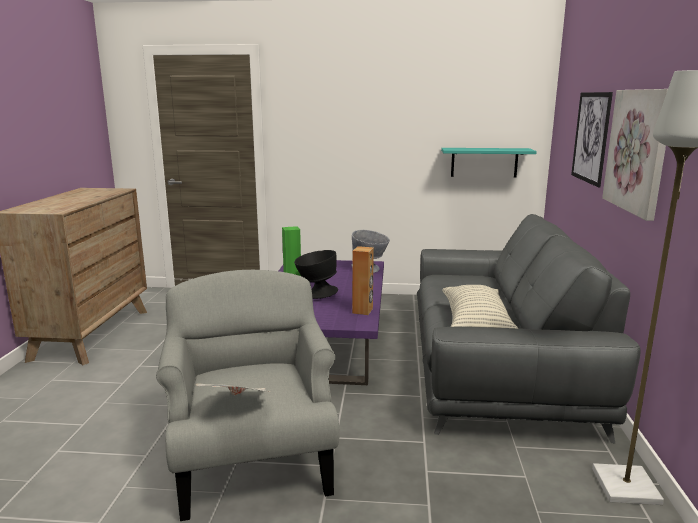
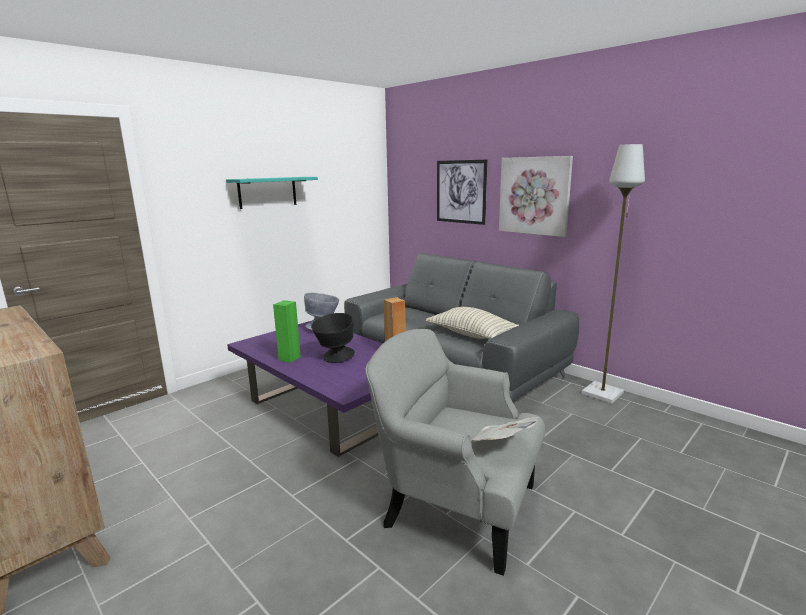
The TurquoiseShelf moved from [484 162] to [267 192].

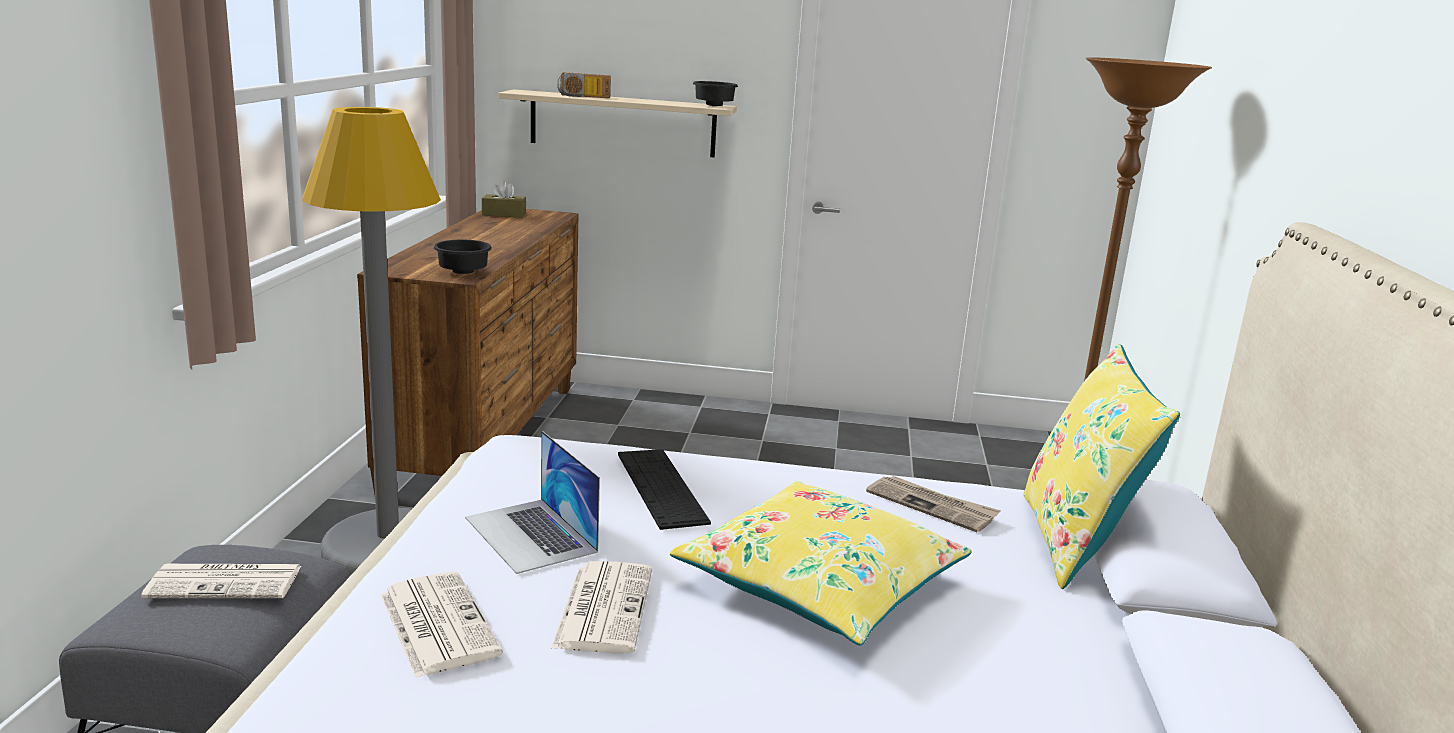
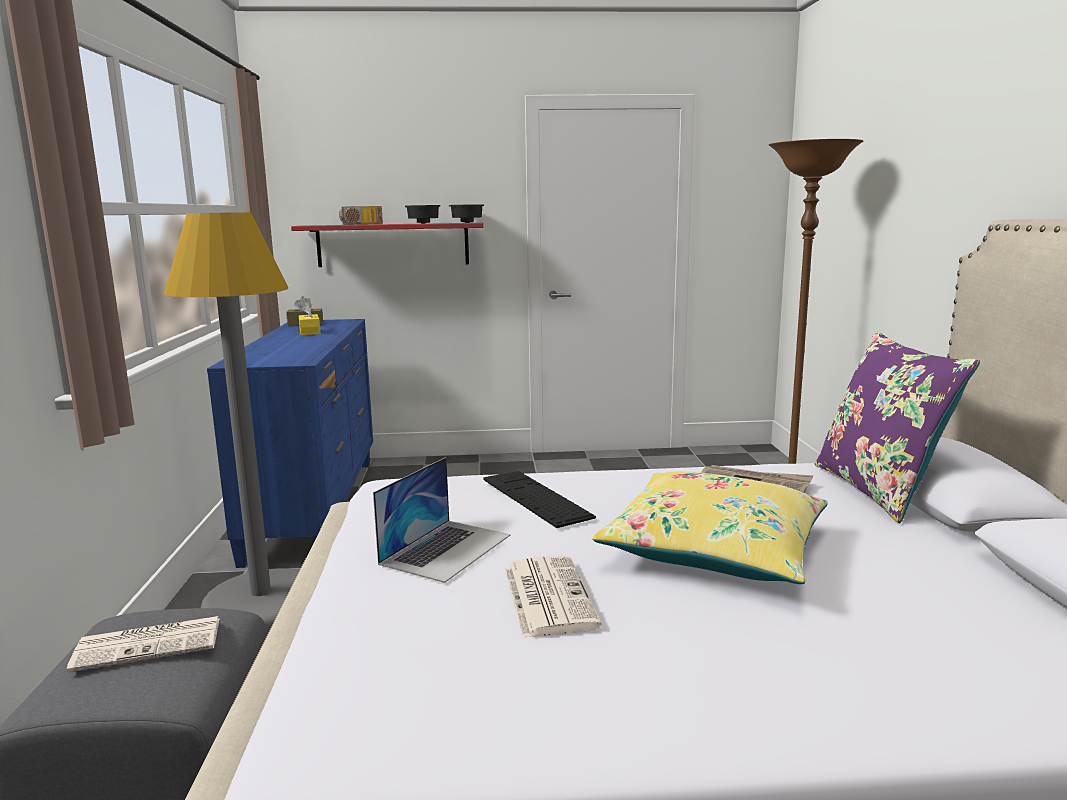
The BrownDresser at [487 438] became the BlueDresser at [316 507]. The Newspaper at [436 623] disappeared. The BlackBowl moved from [461 272] to [422 223]. The Laptop at [531 535] turned 105 degrees counterclockwise. The BeigeShelf at [622 123] became the RedShelf at [393 245]. The YellowPillow at [1076 542] became the PurplePillow at [879 490]. The YellowTissueBox at [310 332] appeared.

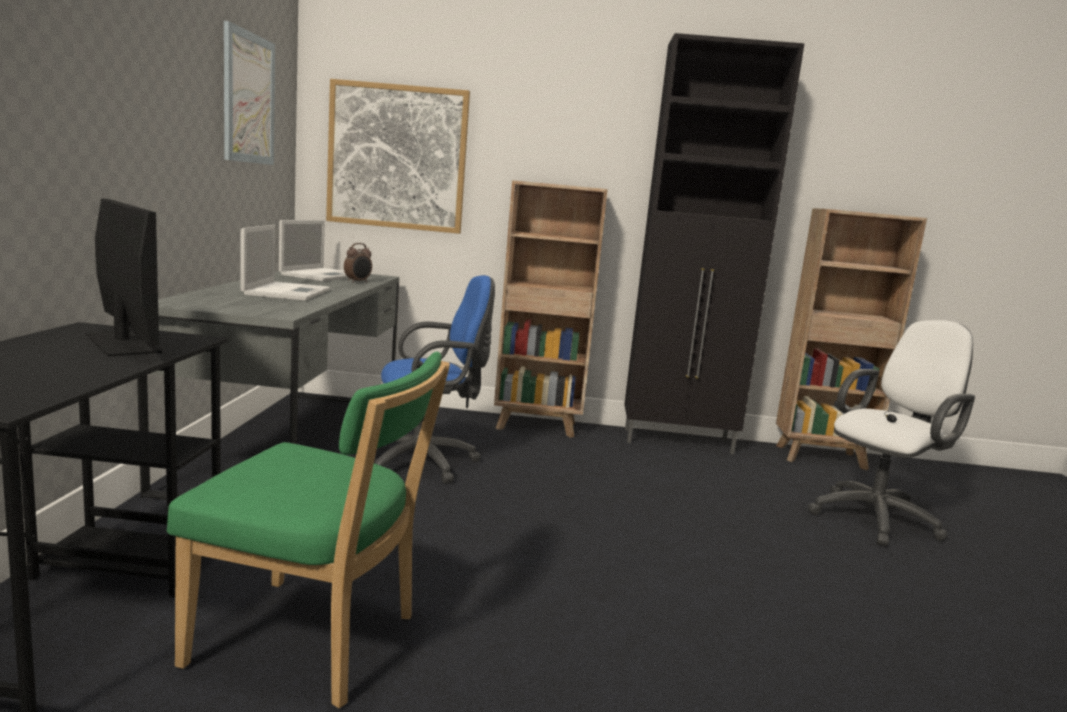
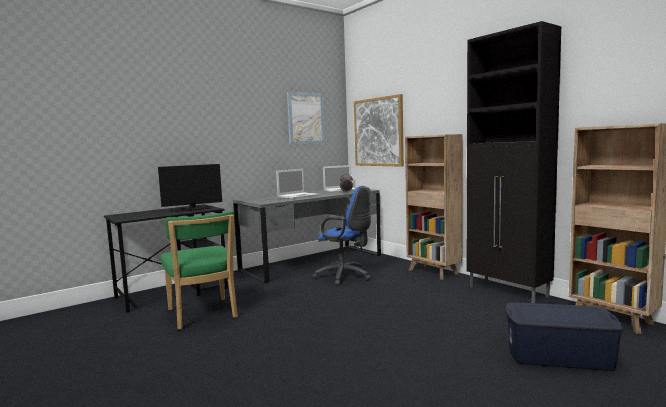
The Monitor at [122 343] turned 60 degrees clockwise. The WhiteOfficeChair at [878 518] was replaced by the BlueStorageBox at [559 355].

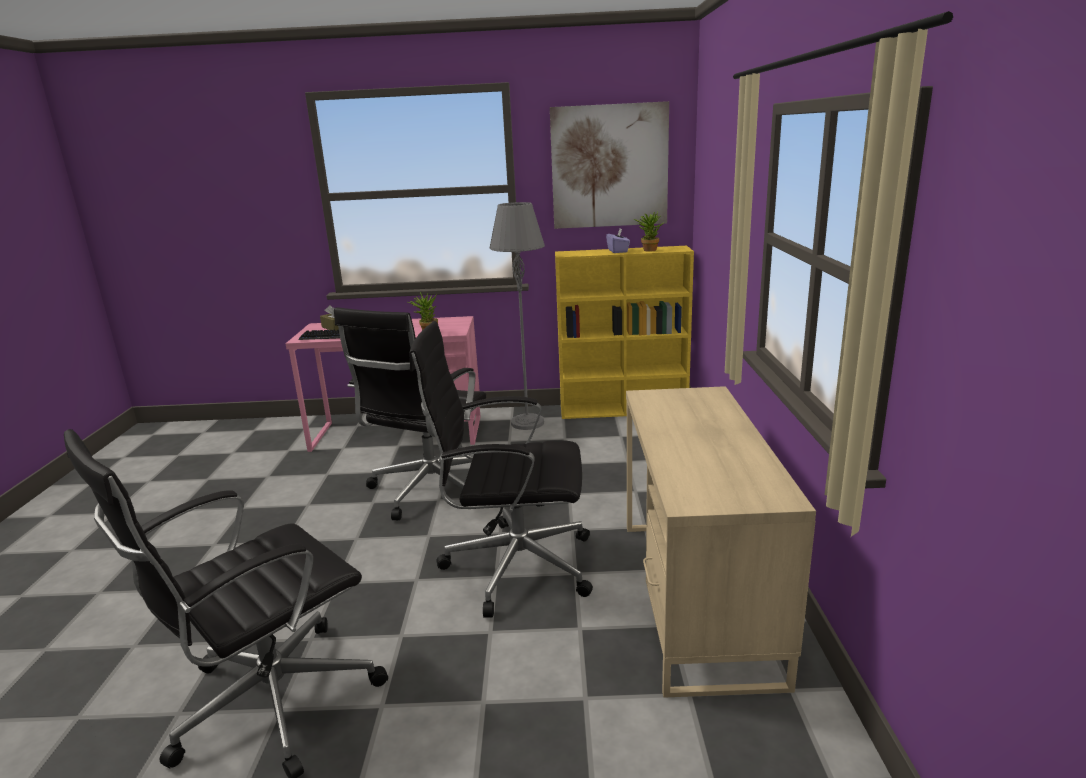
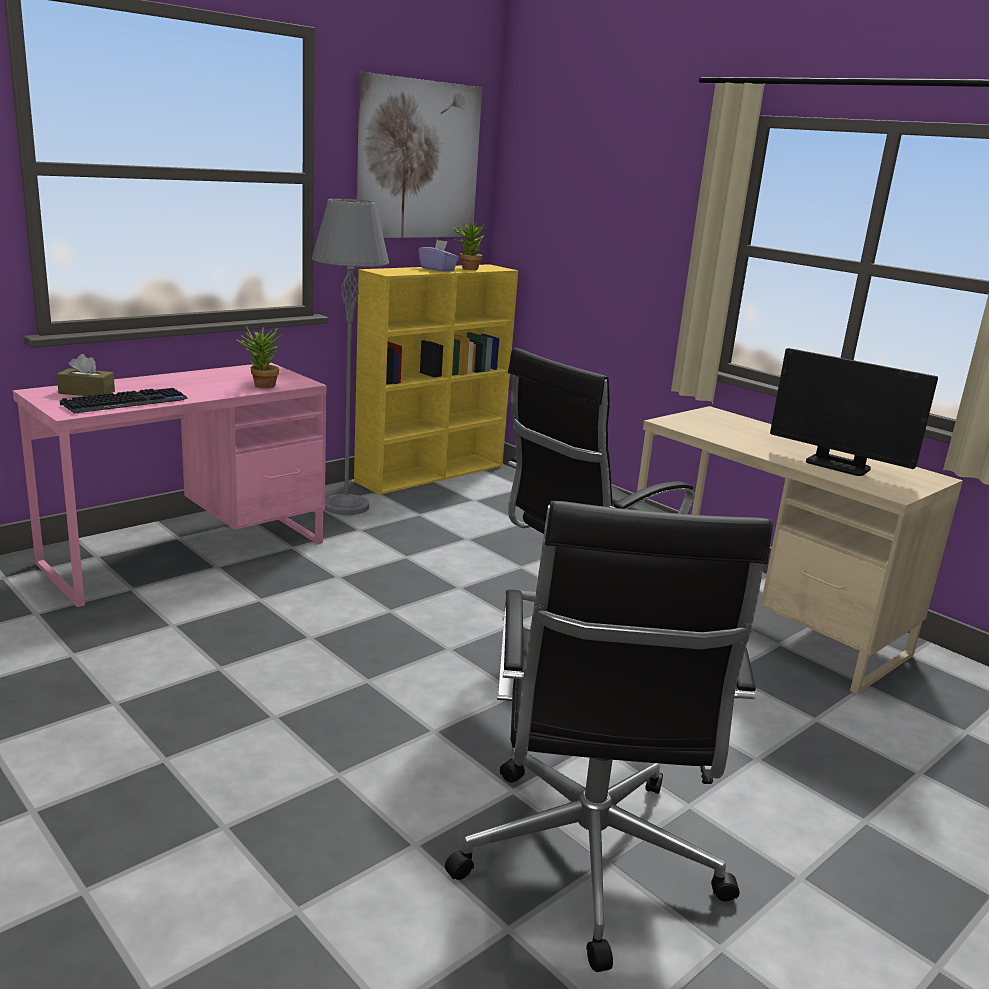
The BlackOfficeChair at [429 490] disappeared. The Monitor at [838 465] appeared.

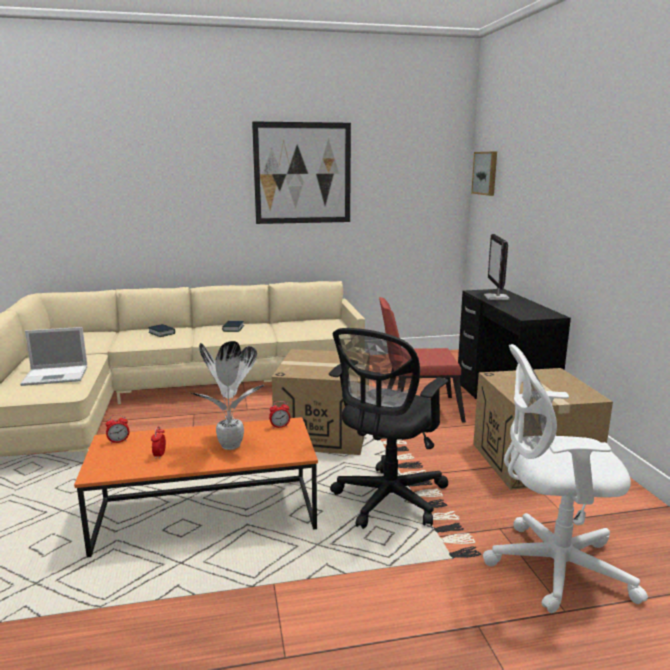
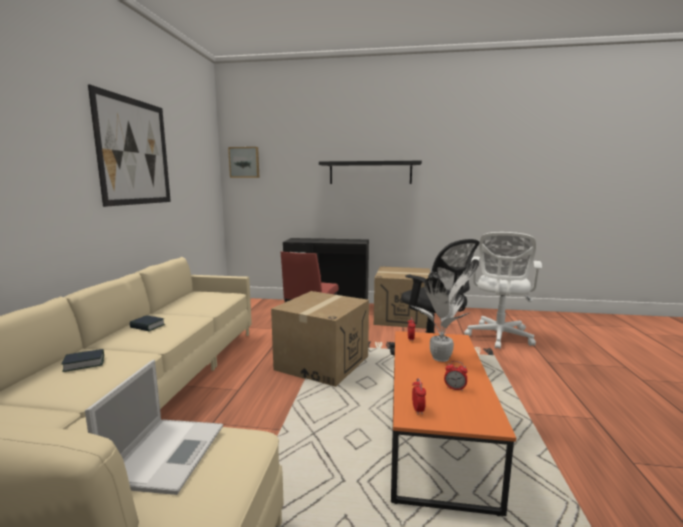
The Monitor at [496 297] disappeared. The BlackShelf at [370 173] appeared.

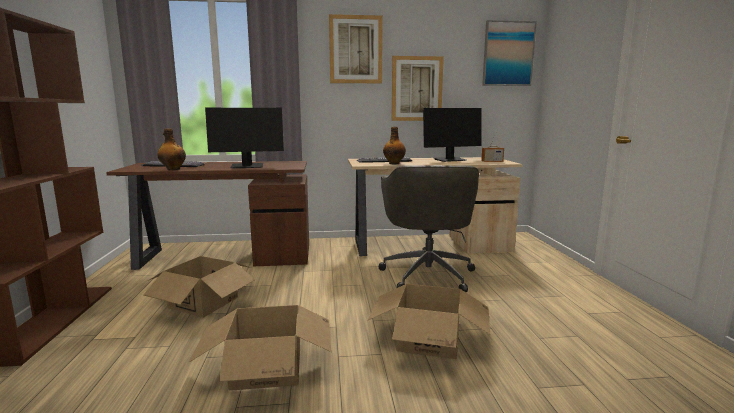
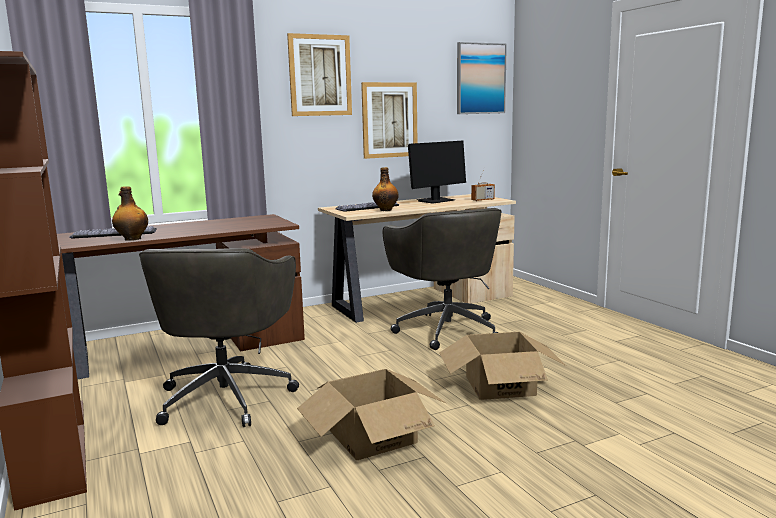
The CardboardBox at [203 302] was replaced by the GreyOfficeChair at [227 396]. The Monitor at [247 166] disappeared.

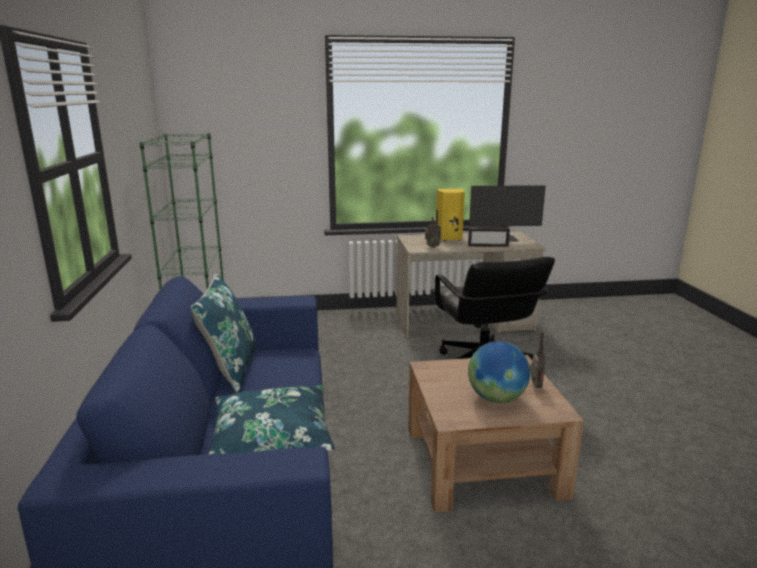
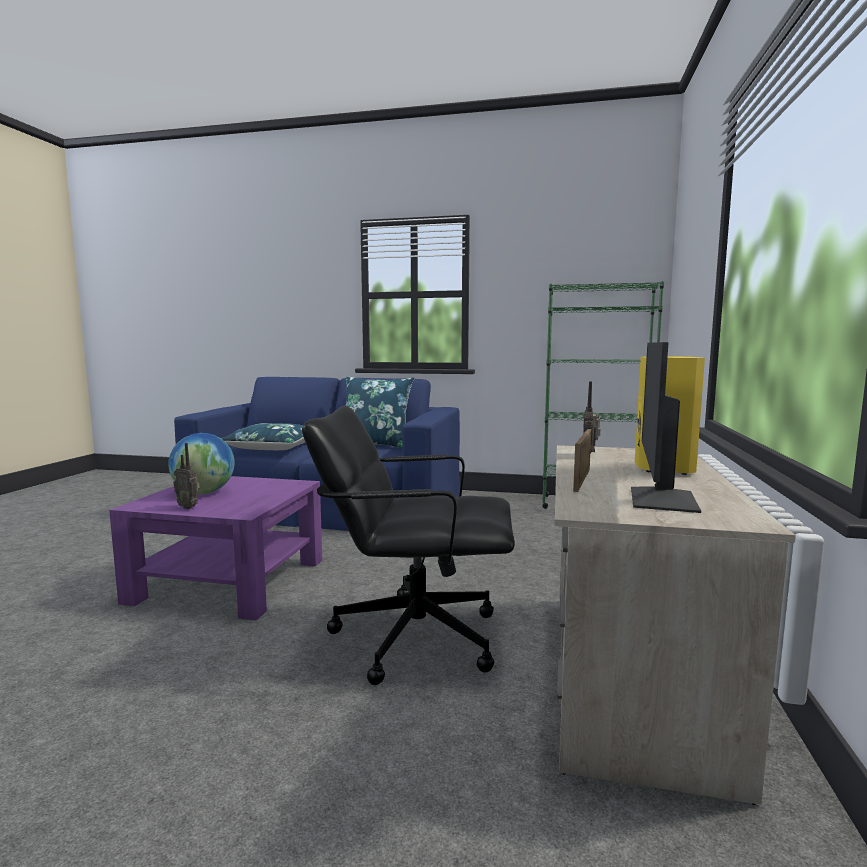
The BrownCoffeeTable at [483 461] became the PurpleCoffeeTable at [229 580].

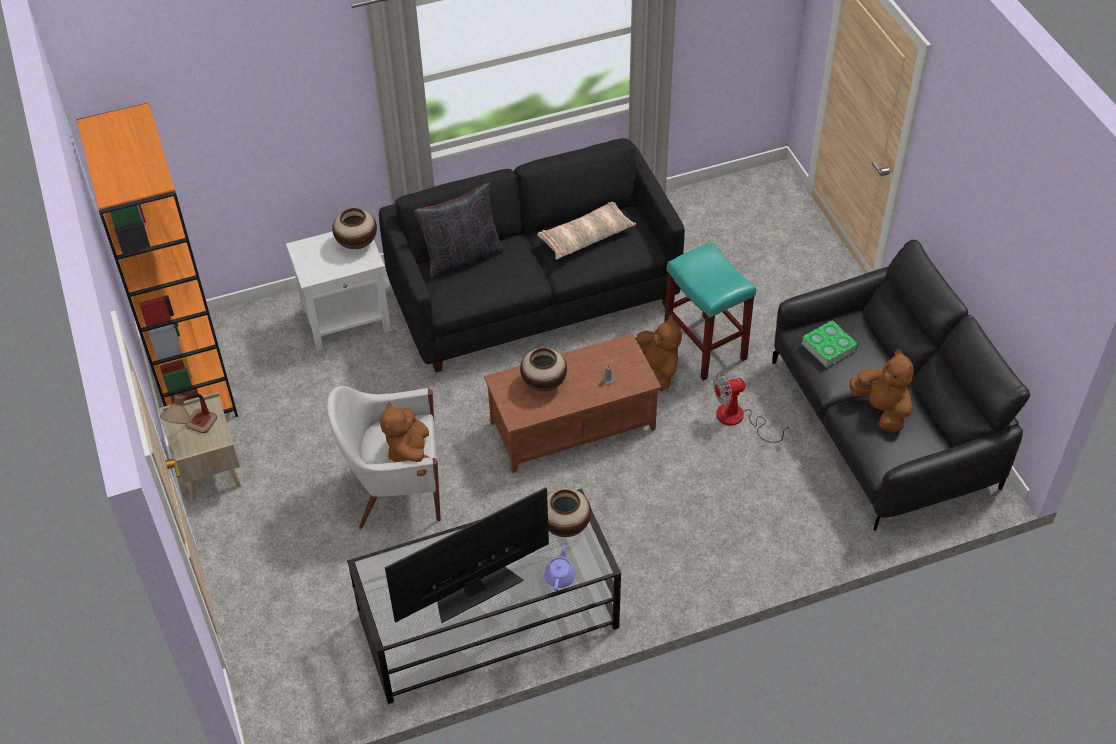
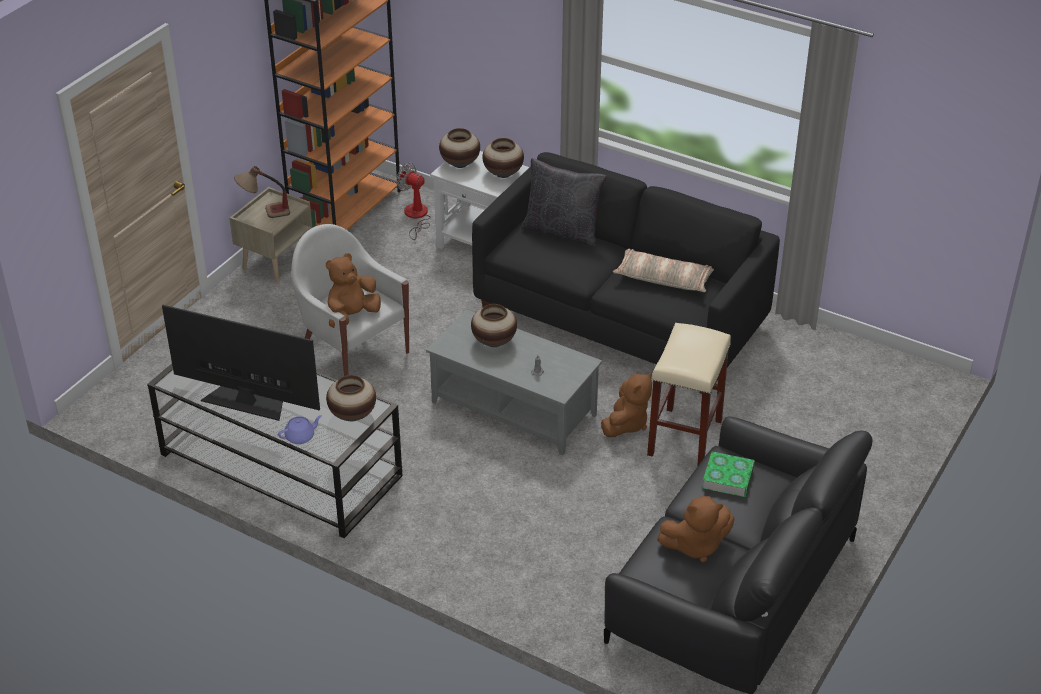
The BrownCoffeeTable at [572 425] became the GreyCoffeeTable at [514 408]. The TurquoiseStool at [706 347] became the BeigeStool at [685 438]. The Fan moved from [739 419] to [416 217]. The BrownPlushToy at [881 410] turned 60 degrees clockwise. The Vase at [460 164] appeared.

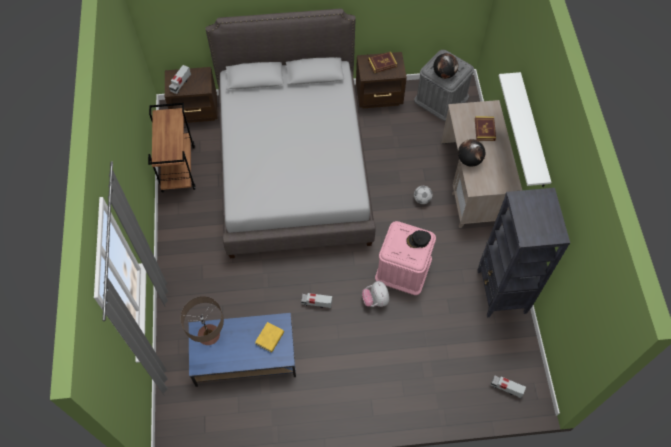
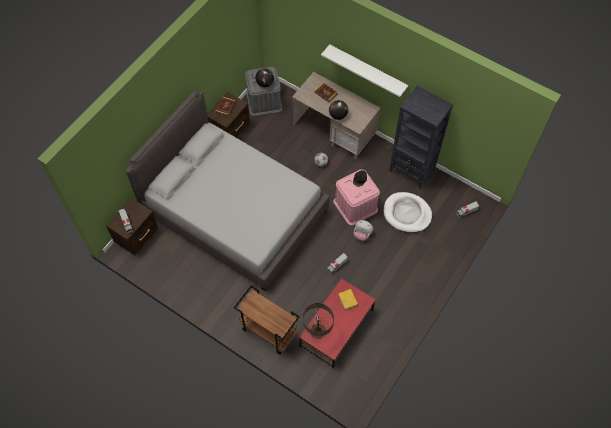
The BrownCart moved from [178 168] to [268 331]. The BlueCoffeeTable at [245 355] became the RedCoffeeTable at [337 327]. The WhiteDogBed at [407 214] appeared.

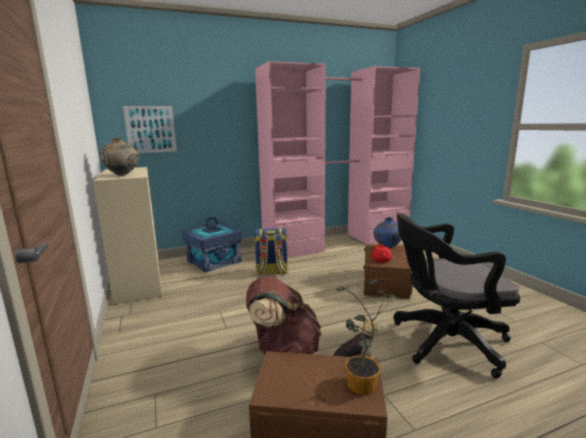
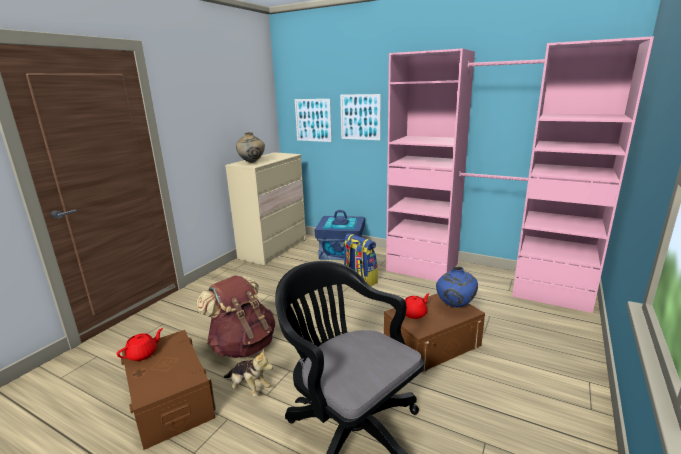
The PottedPlant at [361 388] disappeared. The RedTeapot at [143 354] appeared. The Picture at [360 117] appeared.

